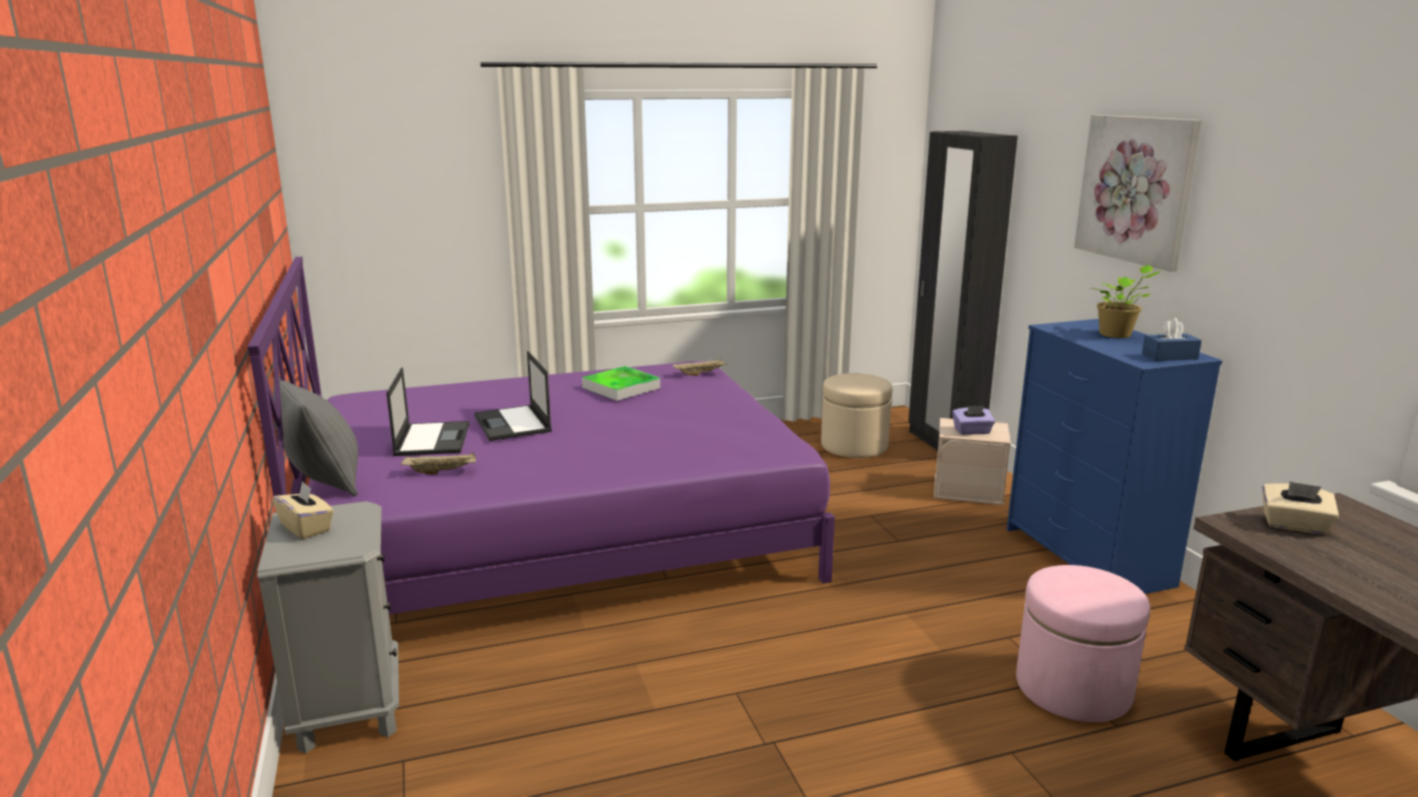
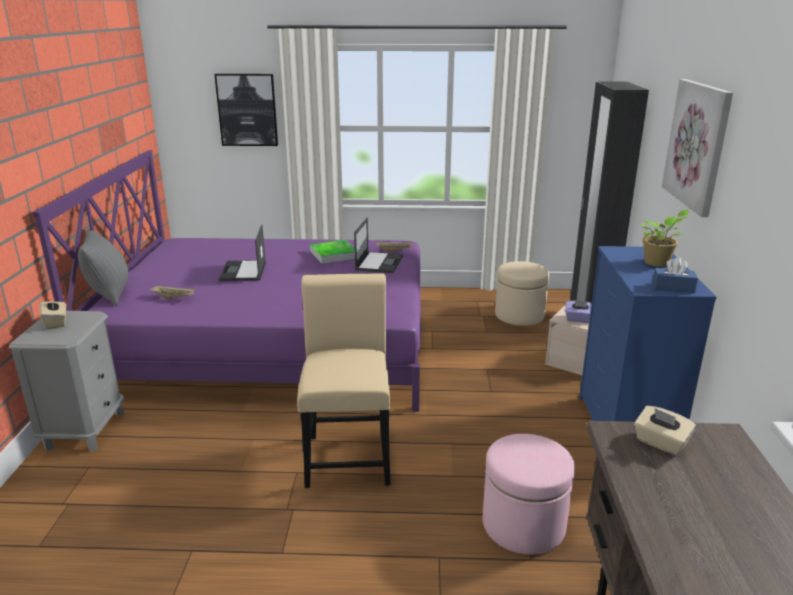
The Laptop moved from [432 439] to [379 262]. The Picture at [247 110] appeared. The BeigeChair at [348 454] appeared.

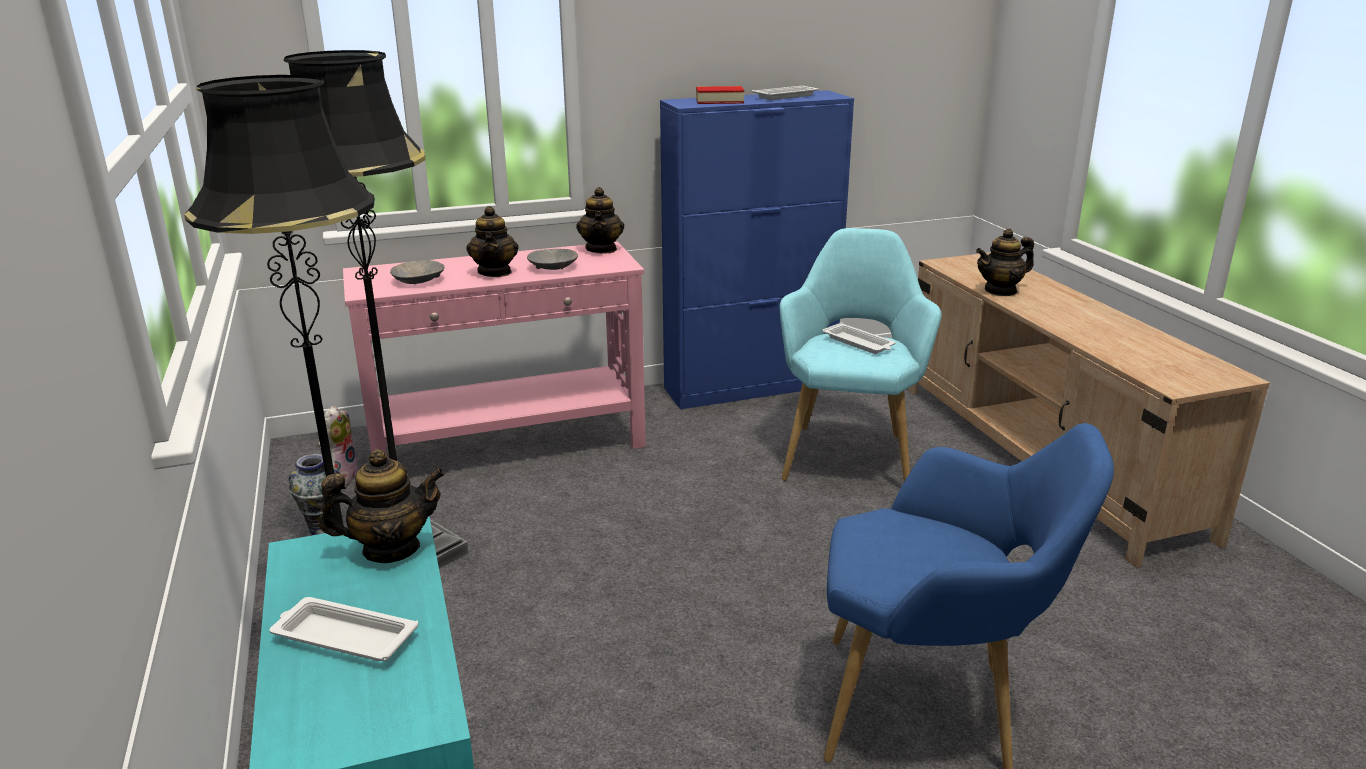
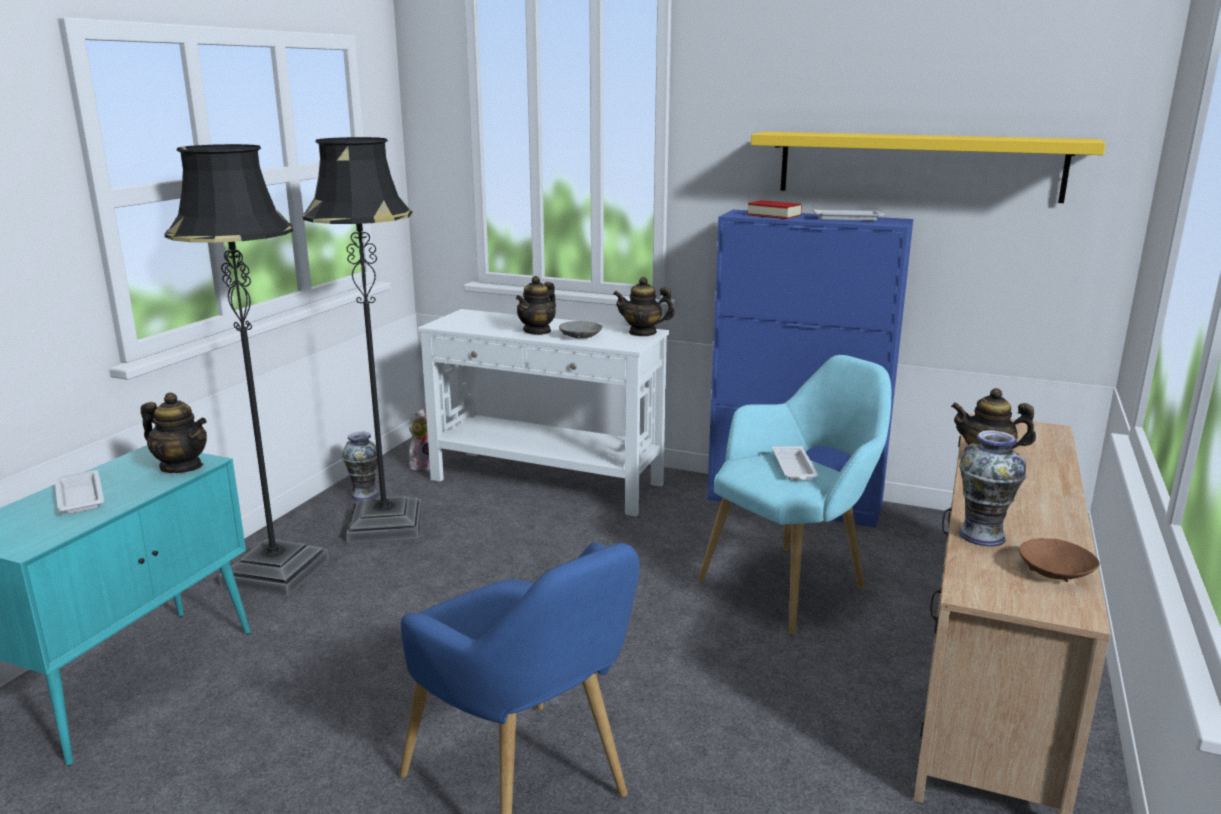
The PinkConsoleTable at [510 446] became the WhiteConsoleTable at [547 482]. The GreyBowl at [418 280] disappeared. The Teapot at [601 249] turned 60 degrees clockwise. The YellowShelf at [918 166] appeared. The Vase at [982 536] appeared. The BrownBowl at [1054 571] appeared.

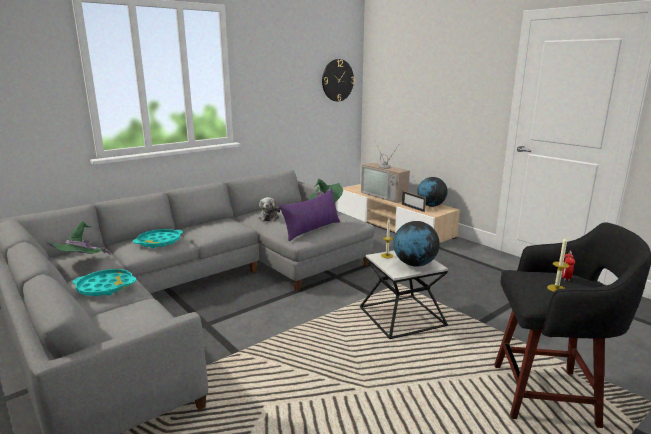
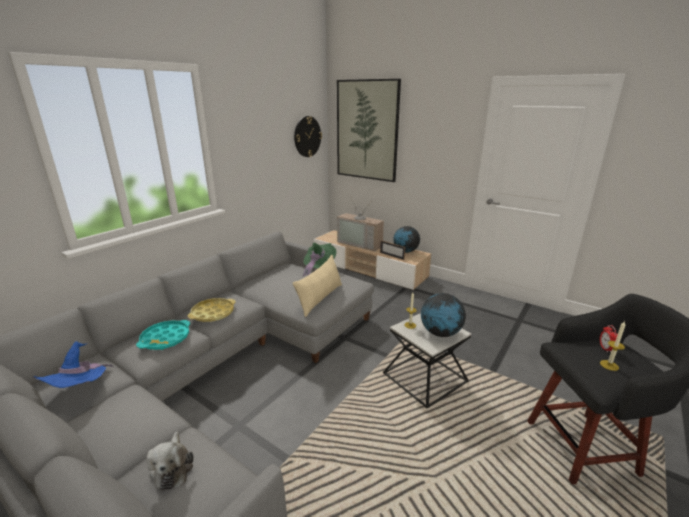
The GreenHat at [81 264] became the BlueHat at [80 390]. The TurquoiseTray at [105 287] disappeared. The PlushToy moved from [269 217] to [172 467]. The PurplePillow at [312 230] became the BeigePillow at [320 298]. The YellowTray at [213 313] appeared. The Picture at [367 130] appeared.

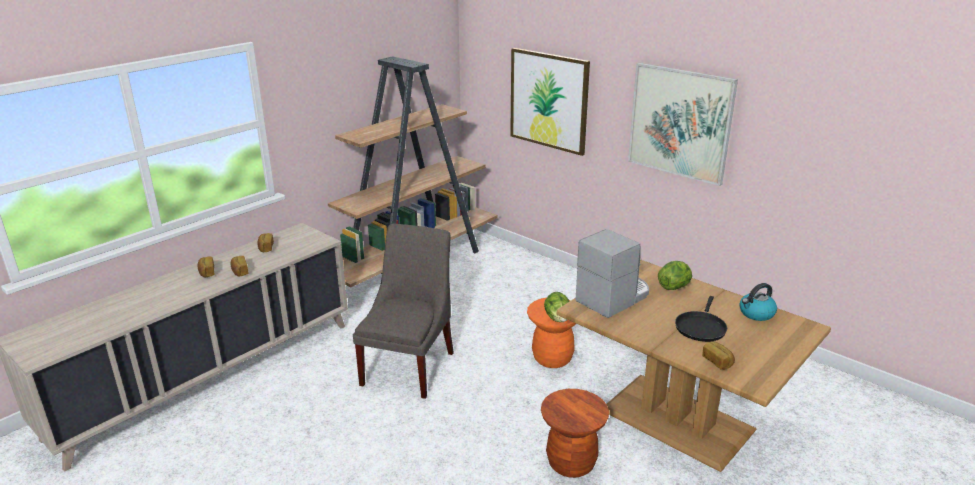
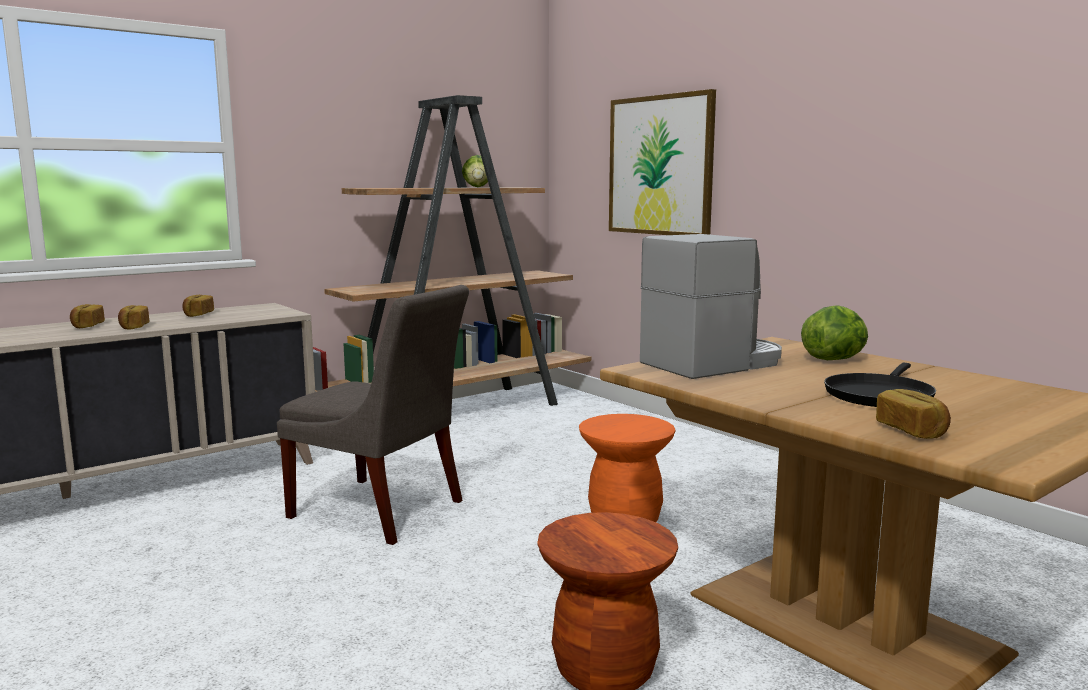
The GreyChair at [410 366] turned 90 degrees clockwise. The Lettuce moved from [557 318] to [477 187]. The Picture at [680 122] disappeared. The Kettle at [756 313] disappeared.

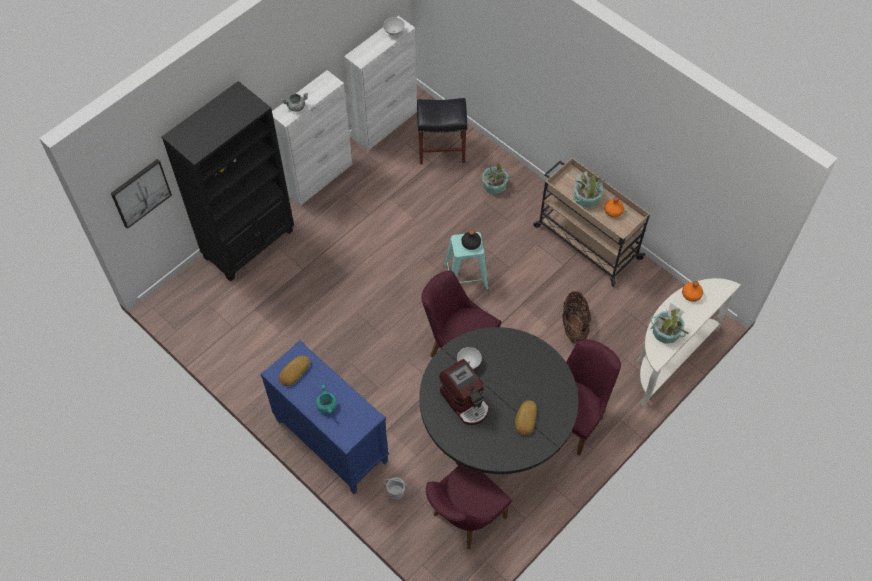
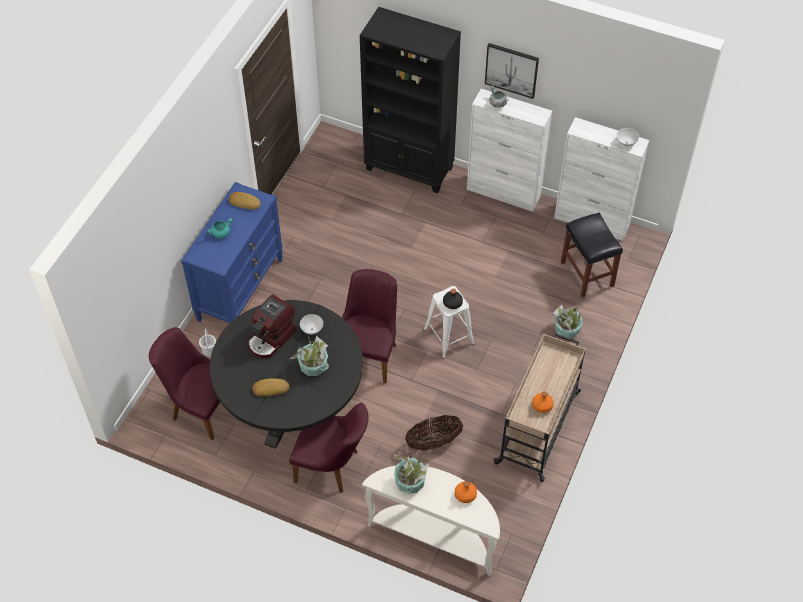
The Picture moved from [140 193] to [511 69]. The TurquoiseStool at [466 277] became the WhiteStool at [448 337]. The PottedPlant moved from [586 198] to [313 365].

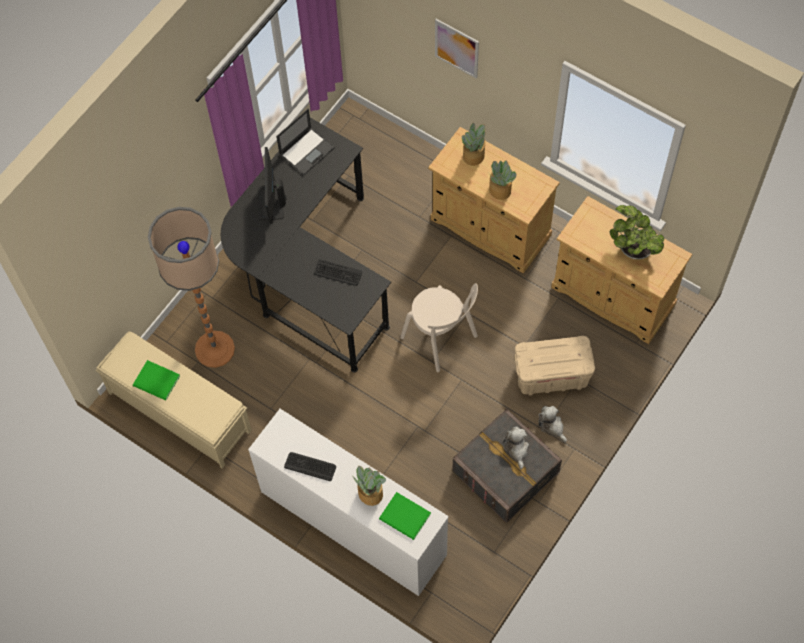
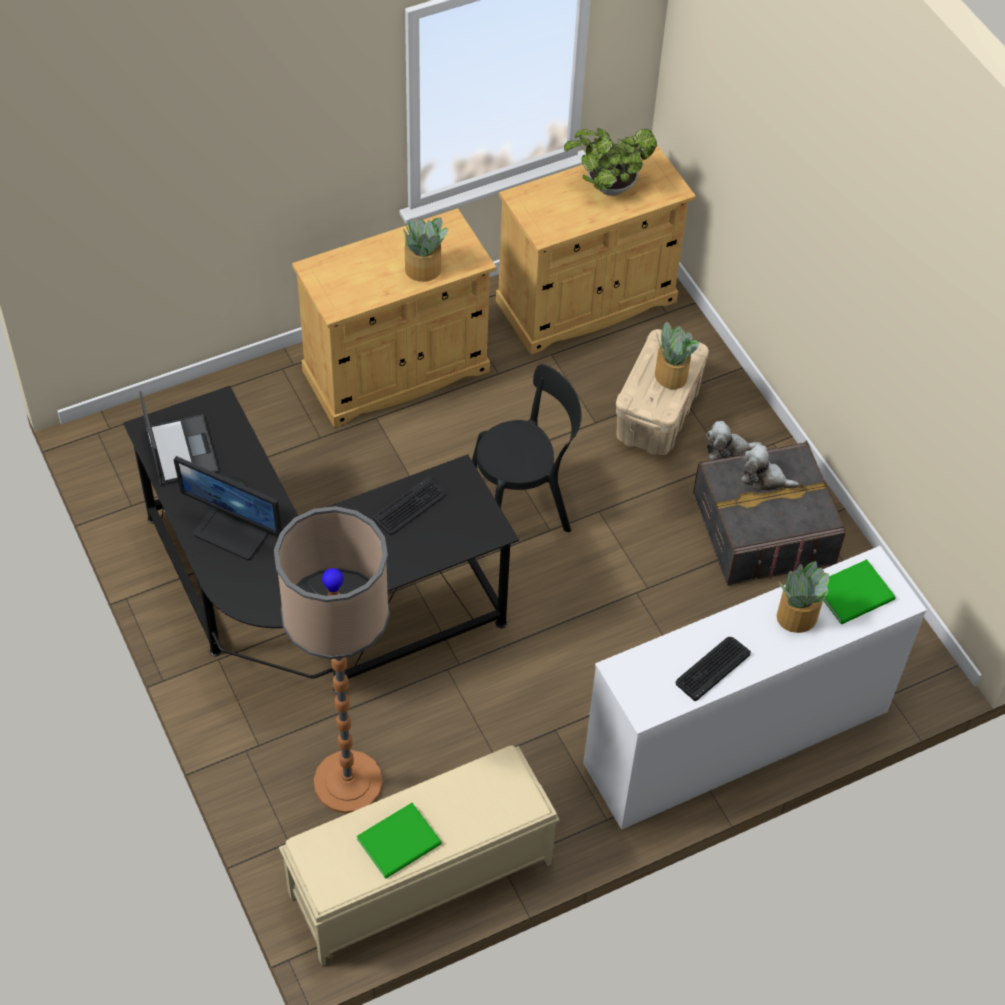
The BeigeChair at [441 339] became the BlackChair at [524 503]. The Picture at [456 48] disappeared. The PottedPlant moved from [474 155] to [670 375].

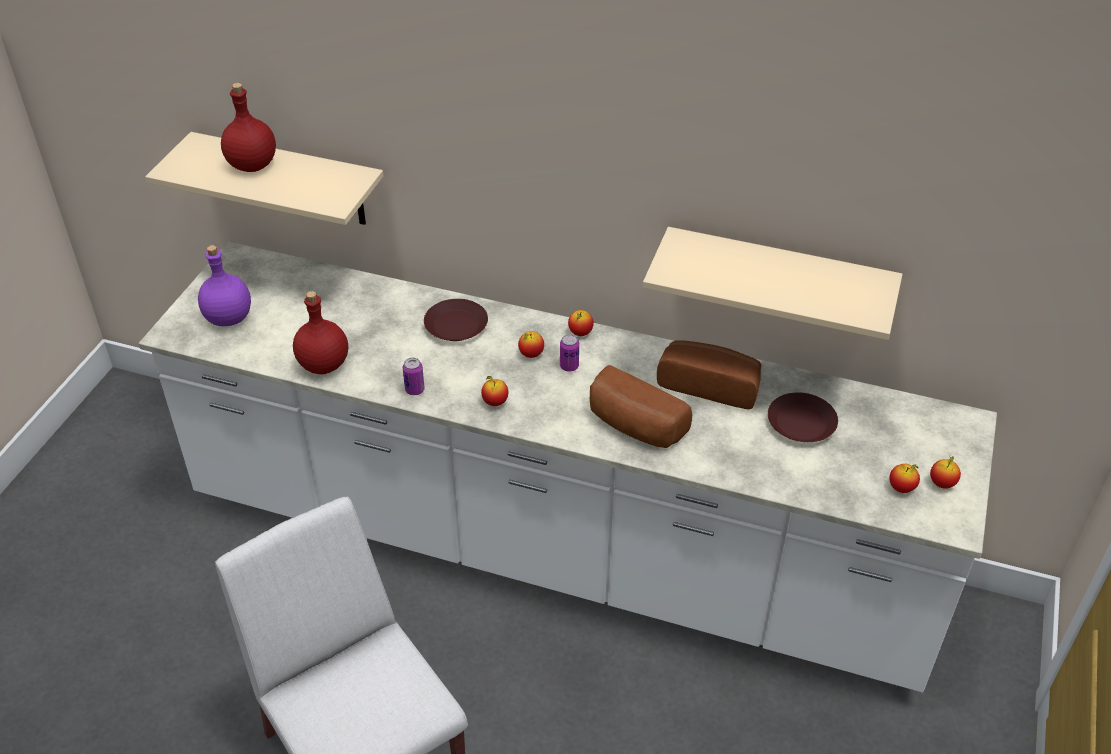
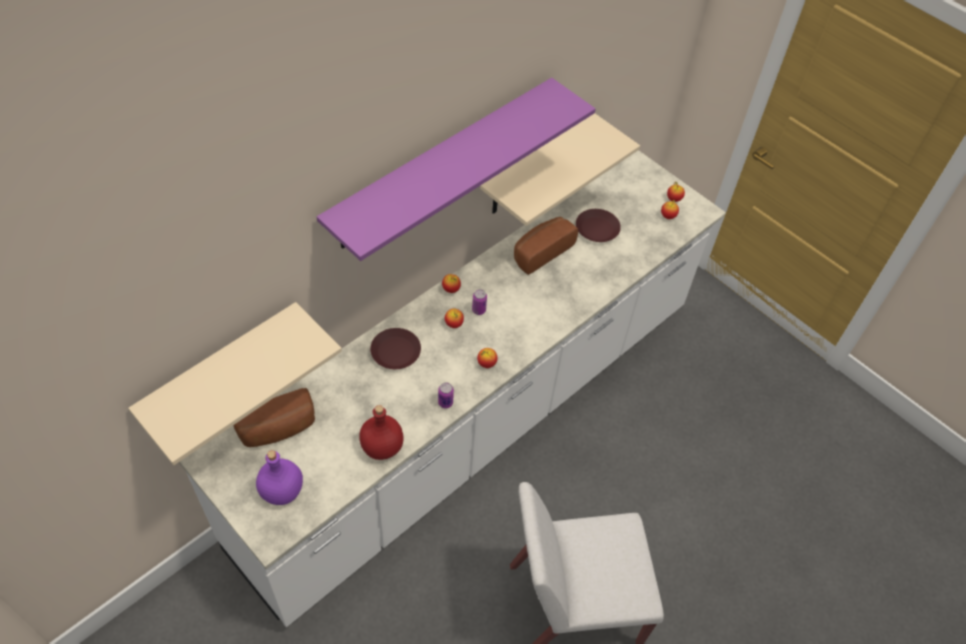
The RedBottle at [253 166] disappeared. The Bread moved from [633 426] to [278 430]. The PurpleShelf at [442 164] appeared.

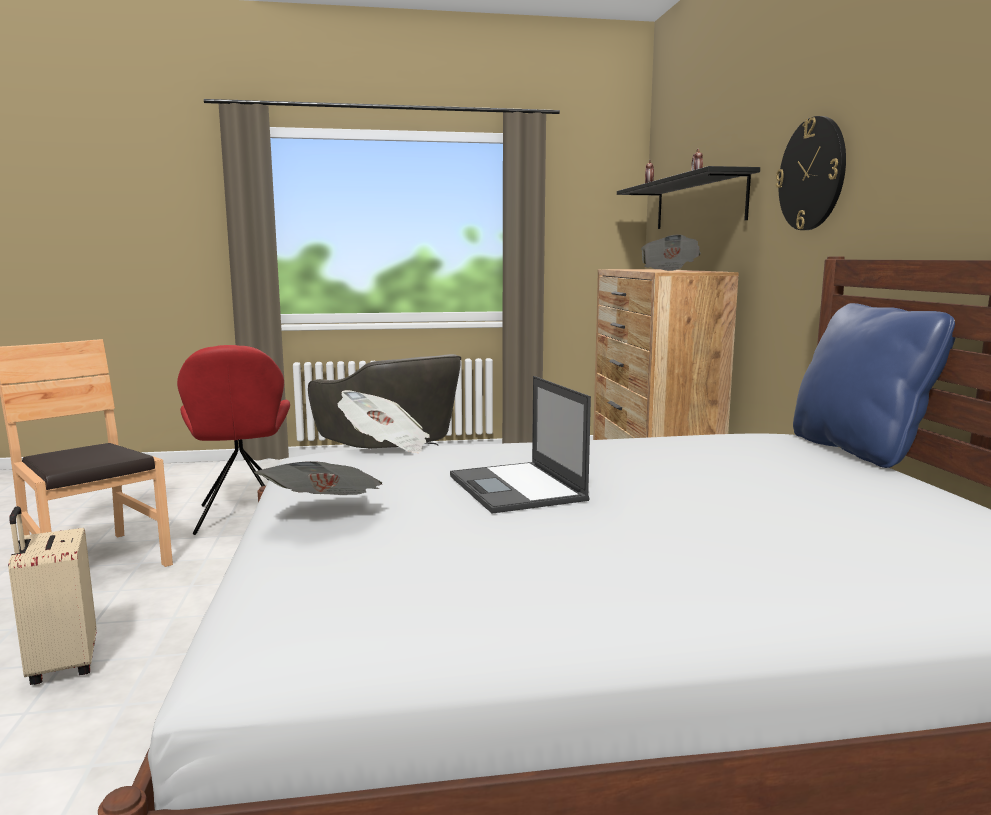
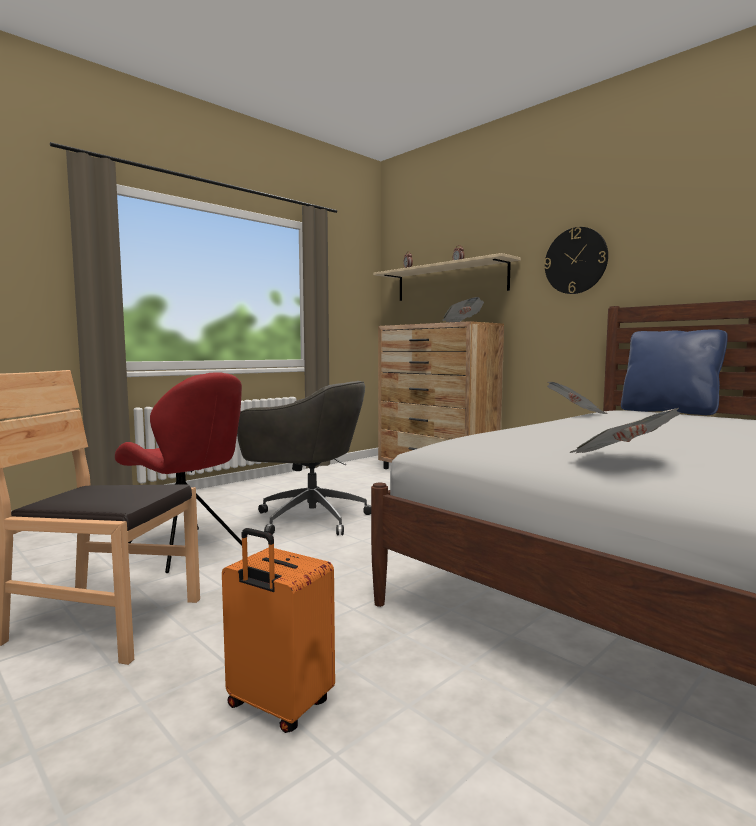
The BeigeSuitcase at [61 665] became the OrangeSuitcase at [278 706]. The Newspaper moved from [386 445] to [576 413]. The Laptop at [517 488] disappeared. The BlackShelf at [698 203] became the BeigeShelf at [450 281].

